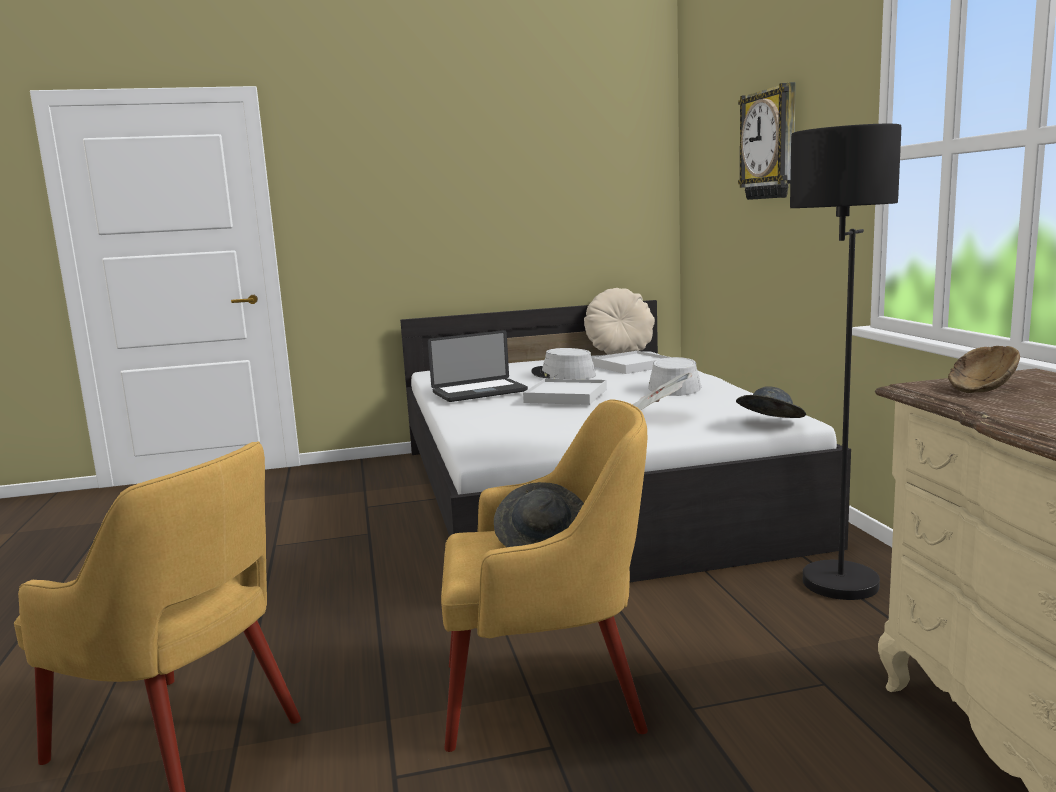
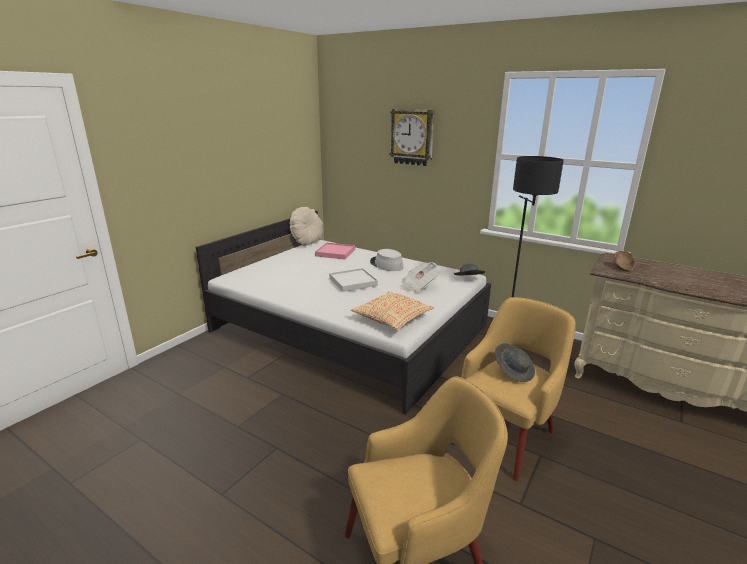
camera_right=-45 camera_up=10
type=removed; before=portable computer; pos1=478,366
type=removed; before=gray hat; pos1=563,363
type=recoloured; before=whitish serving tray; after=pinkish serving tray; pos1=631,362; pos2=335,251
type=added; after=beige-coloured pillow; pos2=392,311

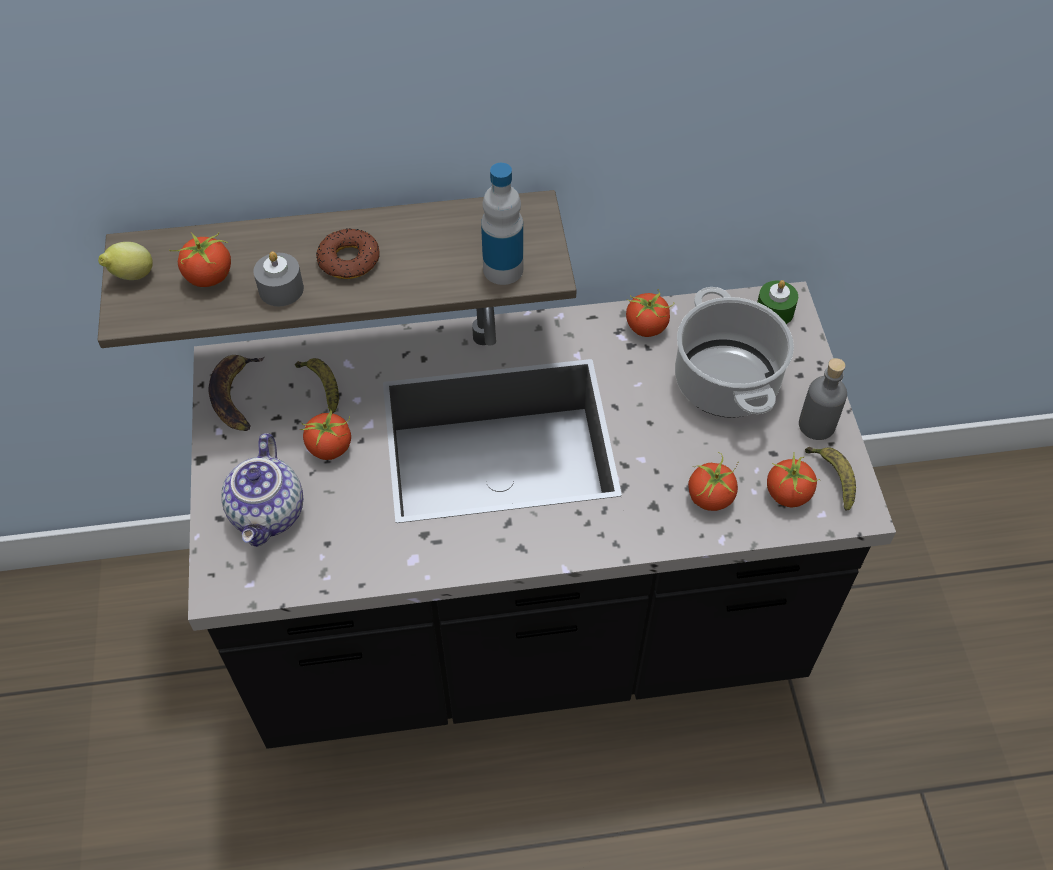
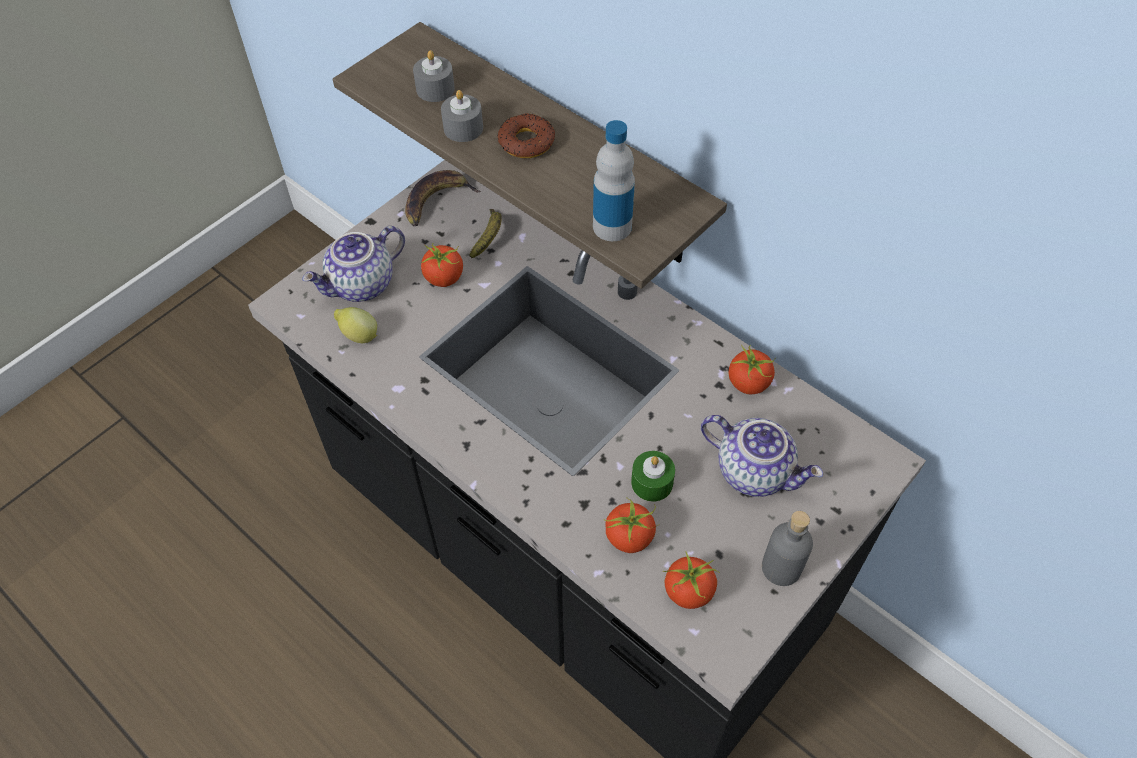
camera_right=50 camera_up=0
type=moved; before=whole lemon; pos1=125,261; pos2=355,325
type=replaced; before=fresh tomato; after=gray wax light; pos1=200,259; pos2=434,76
type=replaced; before=saucepot; after=teapot; pos1=734,352; pos2=762,456
type=moved; before=green wax light; pos1=777,302; pos2=653,476
type=removed; before=banana; pos1=830,479

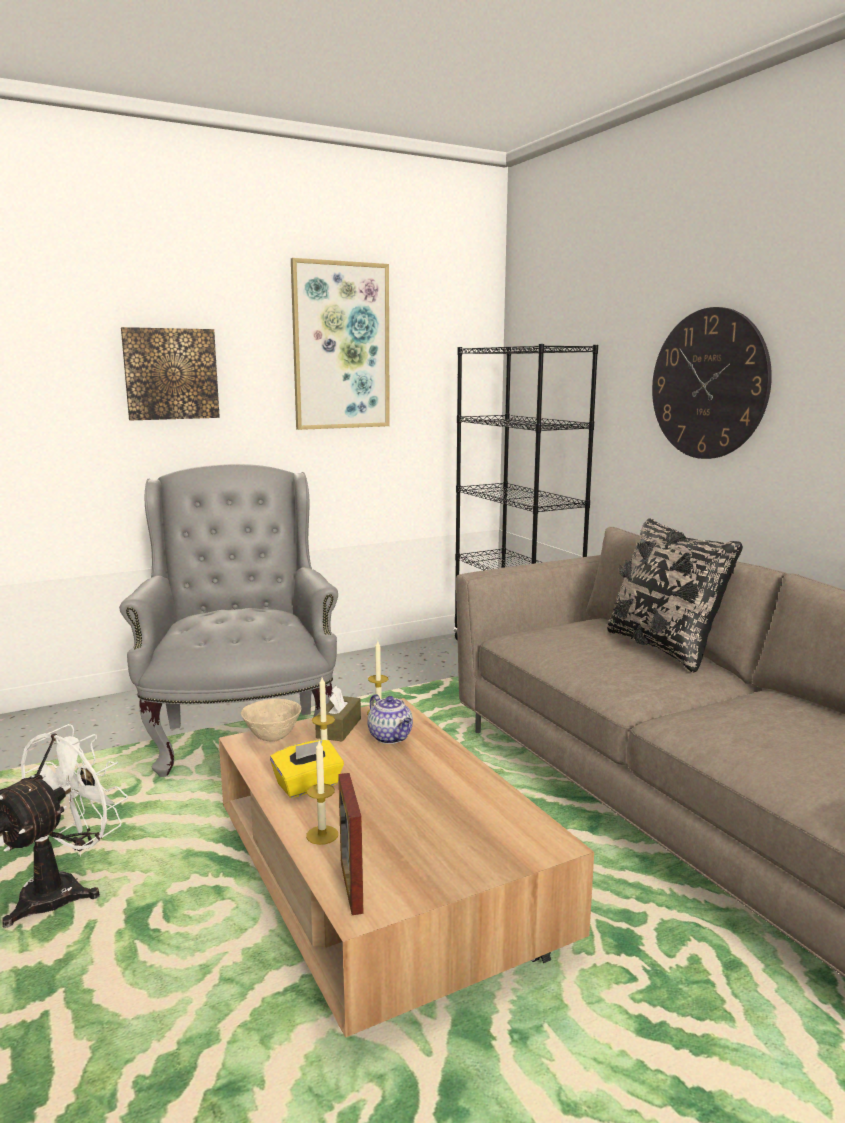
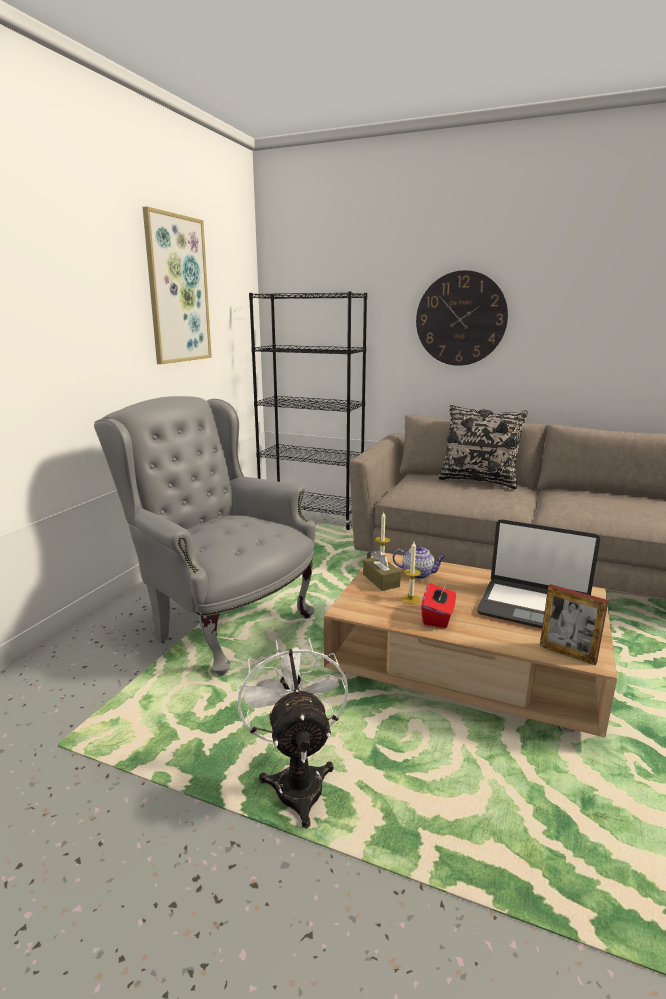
camera_right=-40 camera_up=5
type=removed; before=wall art; pos1=170,373
type=removed; before=beige-coloured bowl; pos1=271,720
type=recoloured; before=yellow box of tissues; after=red-coloured box of tissues; pos1=307,769; pos2=438,605
type=removed; before=wax light; pos1=322,793
type=added; after=portable computer; pos2=538,573

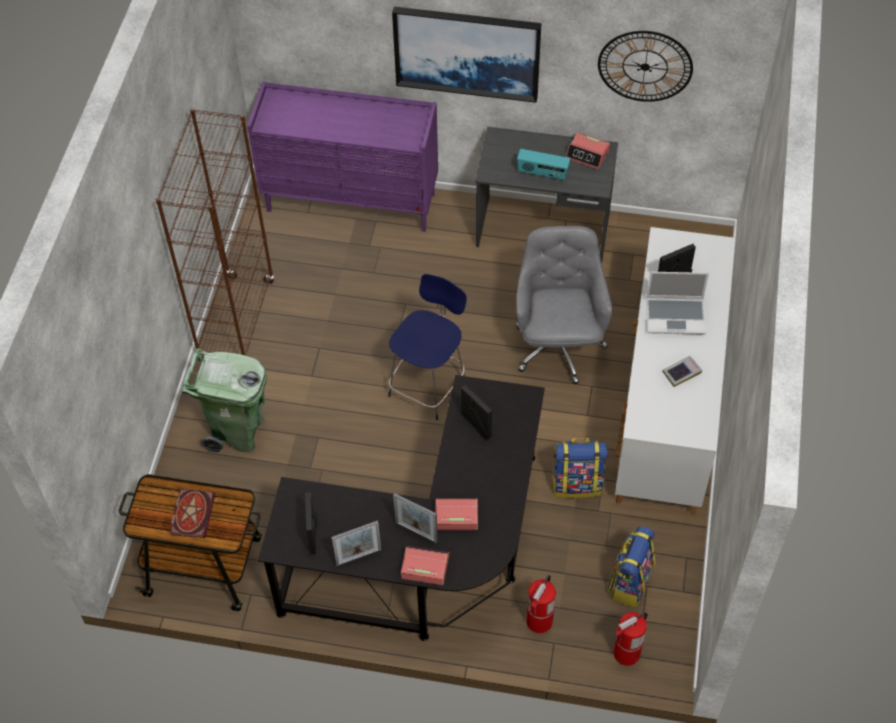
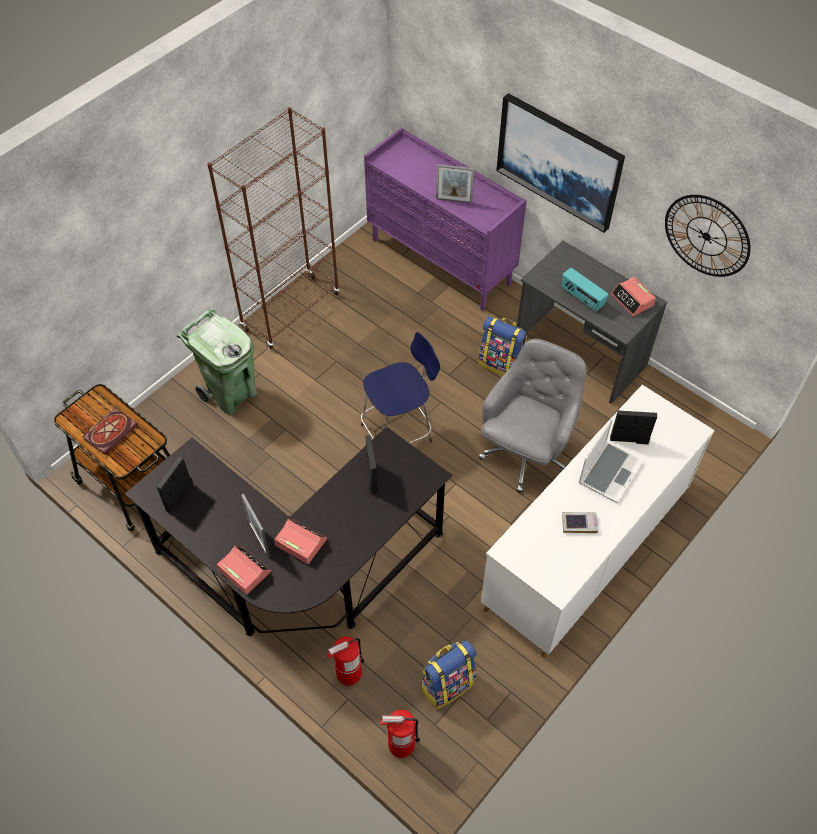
camera_right=30 camera_up=0
type=moved; before=photo frame; pos1=356,543; pos2=455,183
type=moved; before=knapsack; pos1=579,468; pos2=503,346
type=turned; before=portable computer; pos1=677,303; pos2=611,461; turn=-90

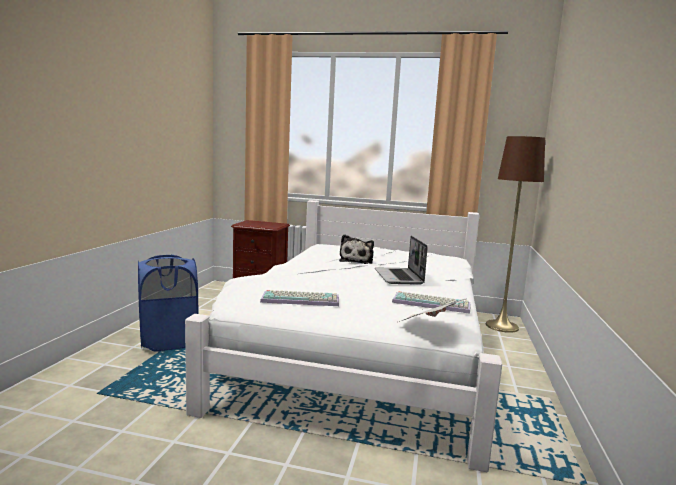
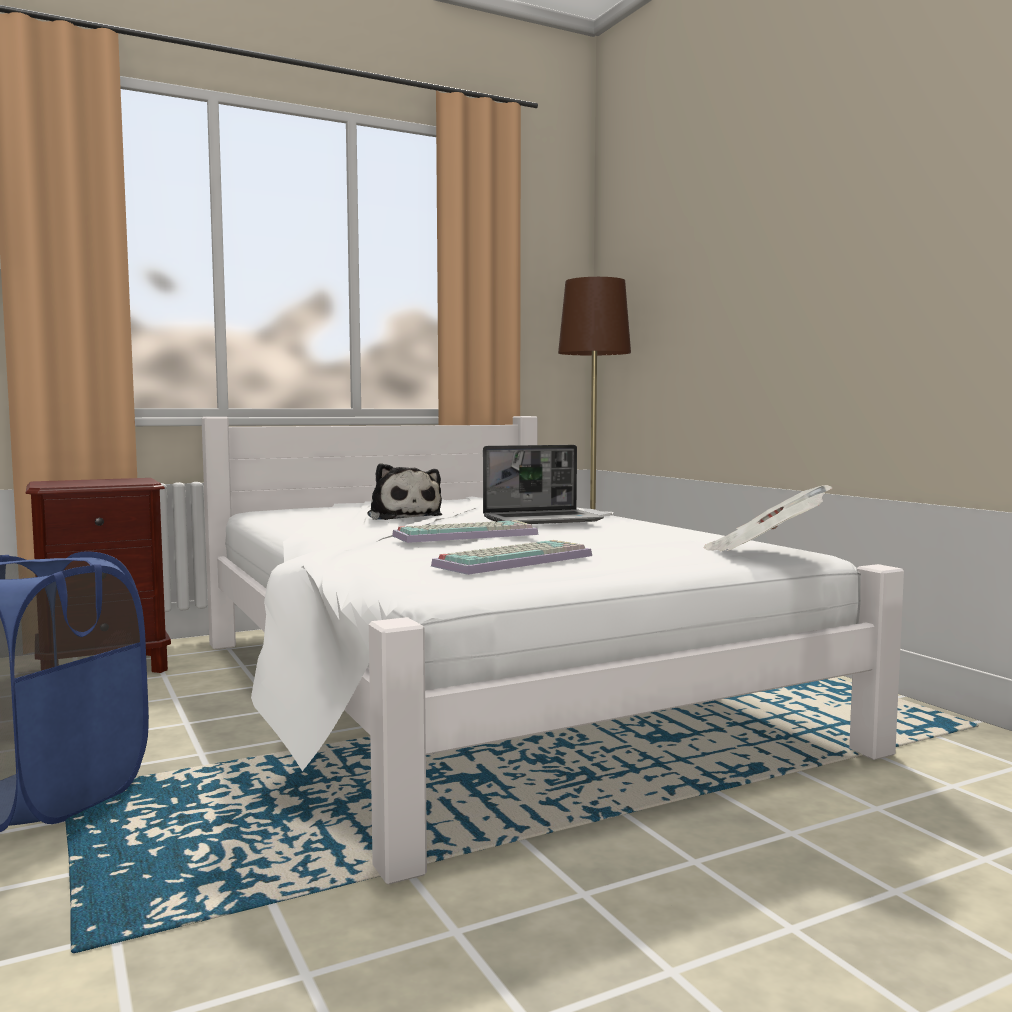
camera_right=-40 camera_up=-5
type=turned; before=portable computer; pos1=401,260; pos2=543,484; turn=-60
type=moved; before=PC keyboard; pos1=431,302; pos2=465,531

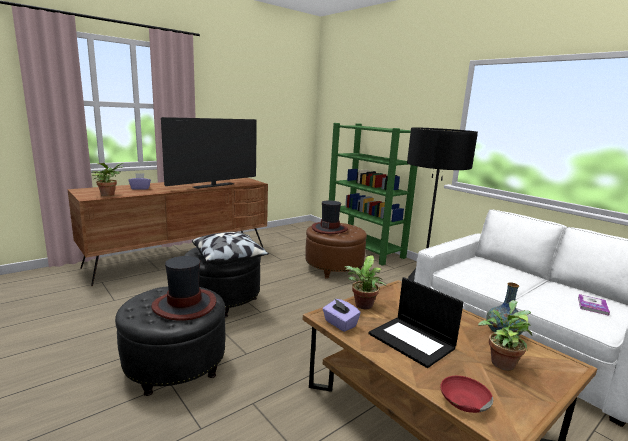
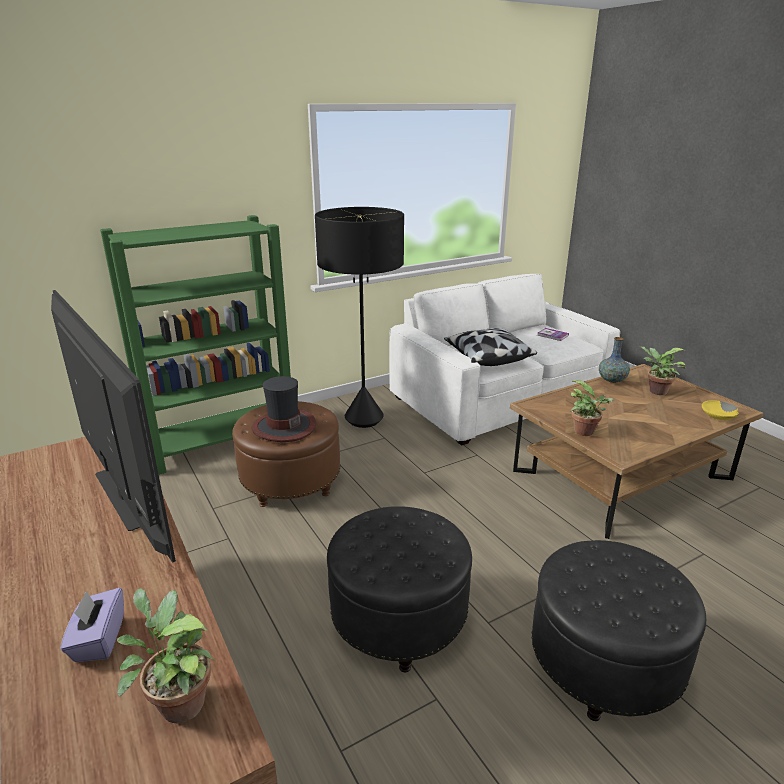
camera_right=-80 camera_up=10
type=removed; before=hat; pos1=183,288
type=moved; before=pillow; pos1=230,248; pos2=490,347
type=removed; before=purple-coloured box of tissues; pos1=342,315
type=removed; before=portable computer; pos1=416,322
type=recoloured; before=red-coloured bowl; after=yellow bowl; pos1=466,394; pos2=720,410

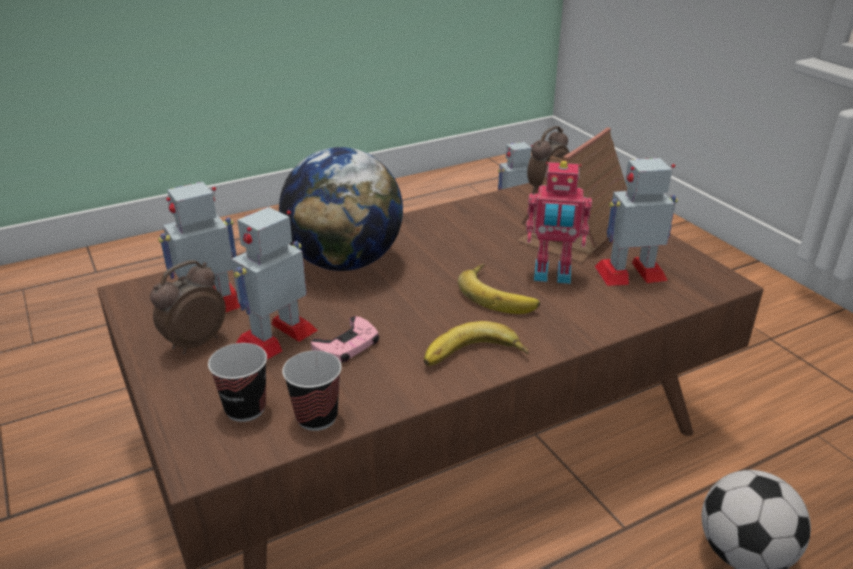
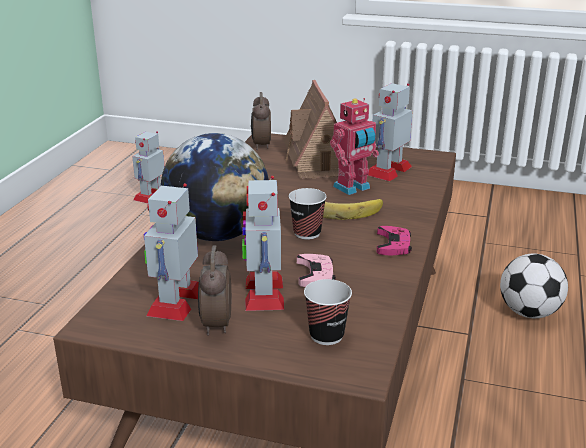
camera_right=-45 camera_up=-5
type=moved; before=small cup; pos1=312,391; pos2=308,214
type=replaced; before=banana; after=pinkish gamepad; pos1=476,343; pos2=394,240

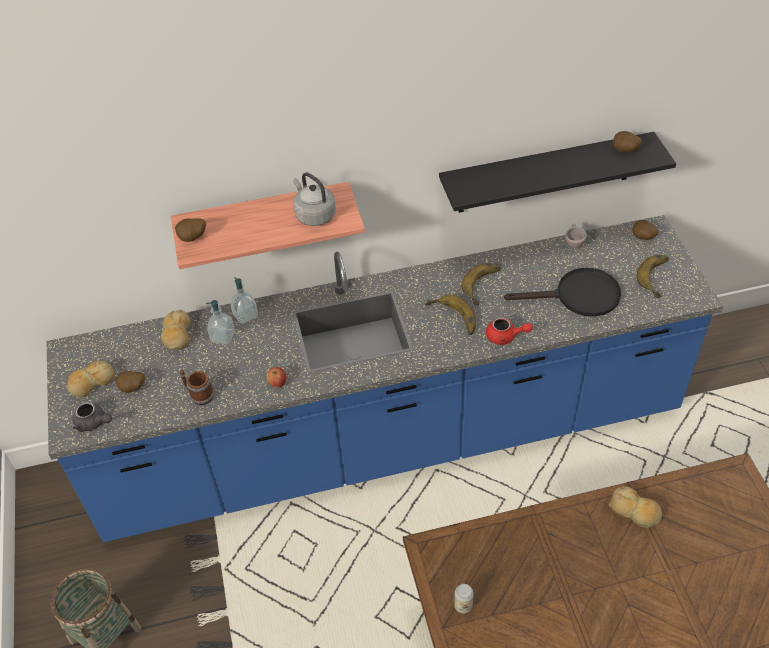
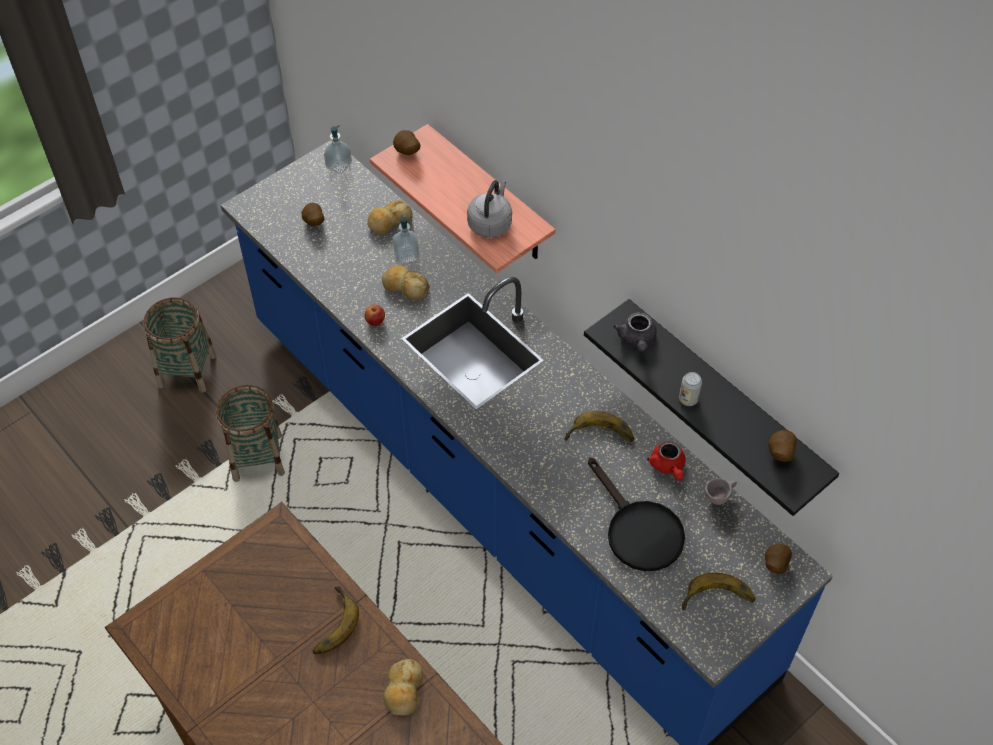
camera_right=60 camera_up=5
type=moved; before=baked bread; pos1=91,378; pos2=406,282
type=moved; before=gray teapot; pos1=92,416; pos2=635,332
type=removed; before=coffee mug; pos1=197,387
type=moved; before=soap dispenser; pos1=244,300; pos2=338,149
type=moved; before=banana; pos1=450,315; pos2=335,620
type=moved; before=can; pos1=464,598; pos2=690,389
type=moved; before=red-coloured teapot; pos1=509,330; pos2=666,461
type=added; after=household basket; pos2=250,433

